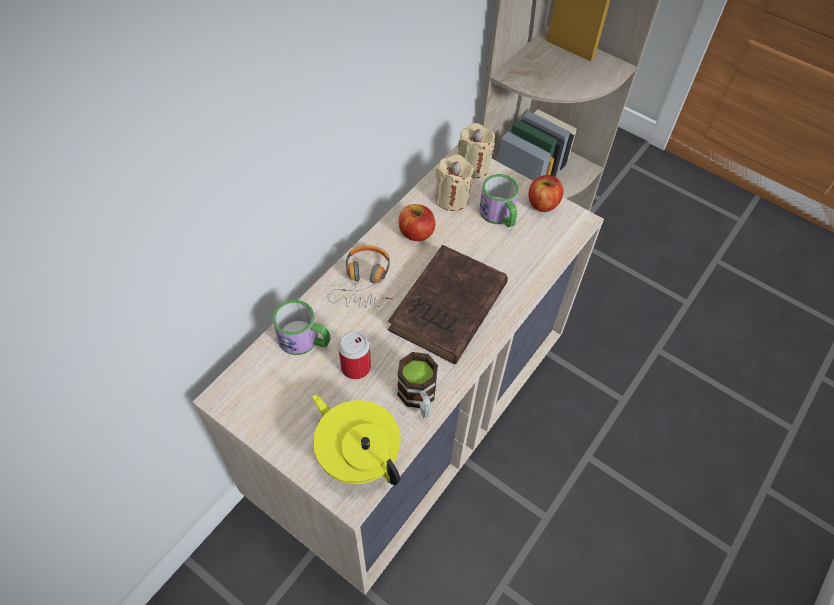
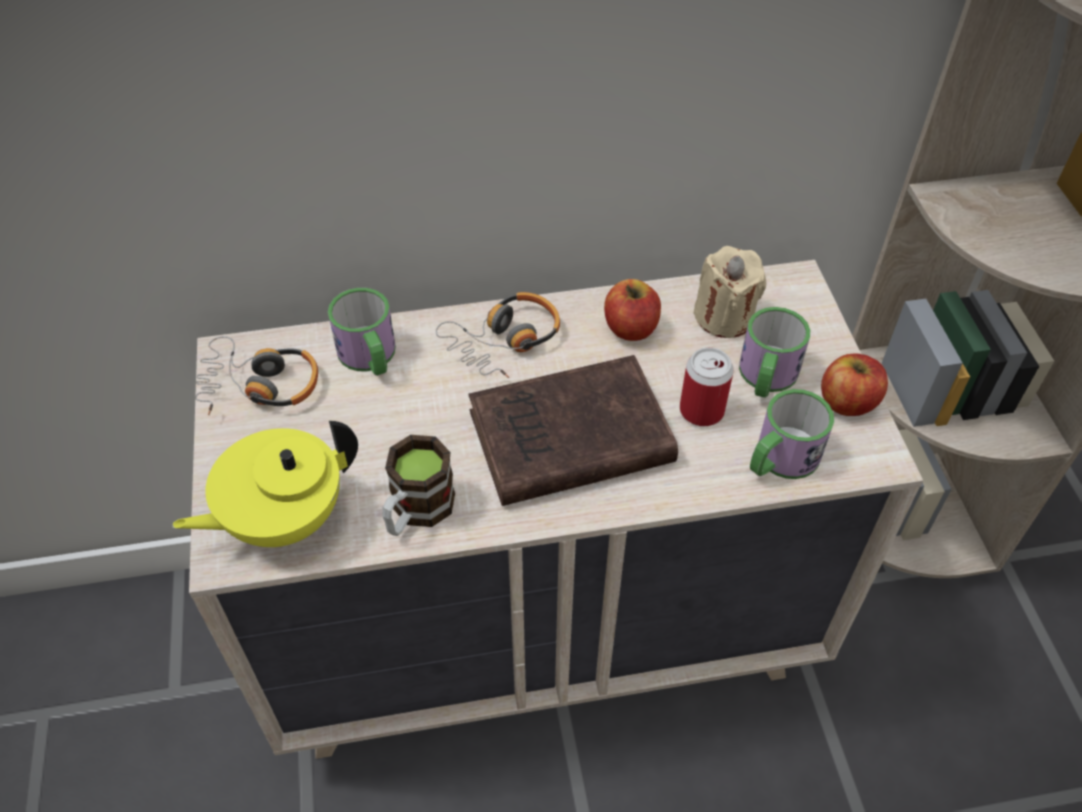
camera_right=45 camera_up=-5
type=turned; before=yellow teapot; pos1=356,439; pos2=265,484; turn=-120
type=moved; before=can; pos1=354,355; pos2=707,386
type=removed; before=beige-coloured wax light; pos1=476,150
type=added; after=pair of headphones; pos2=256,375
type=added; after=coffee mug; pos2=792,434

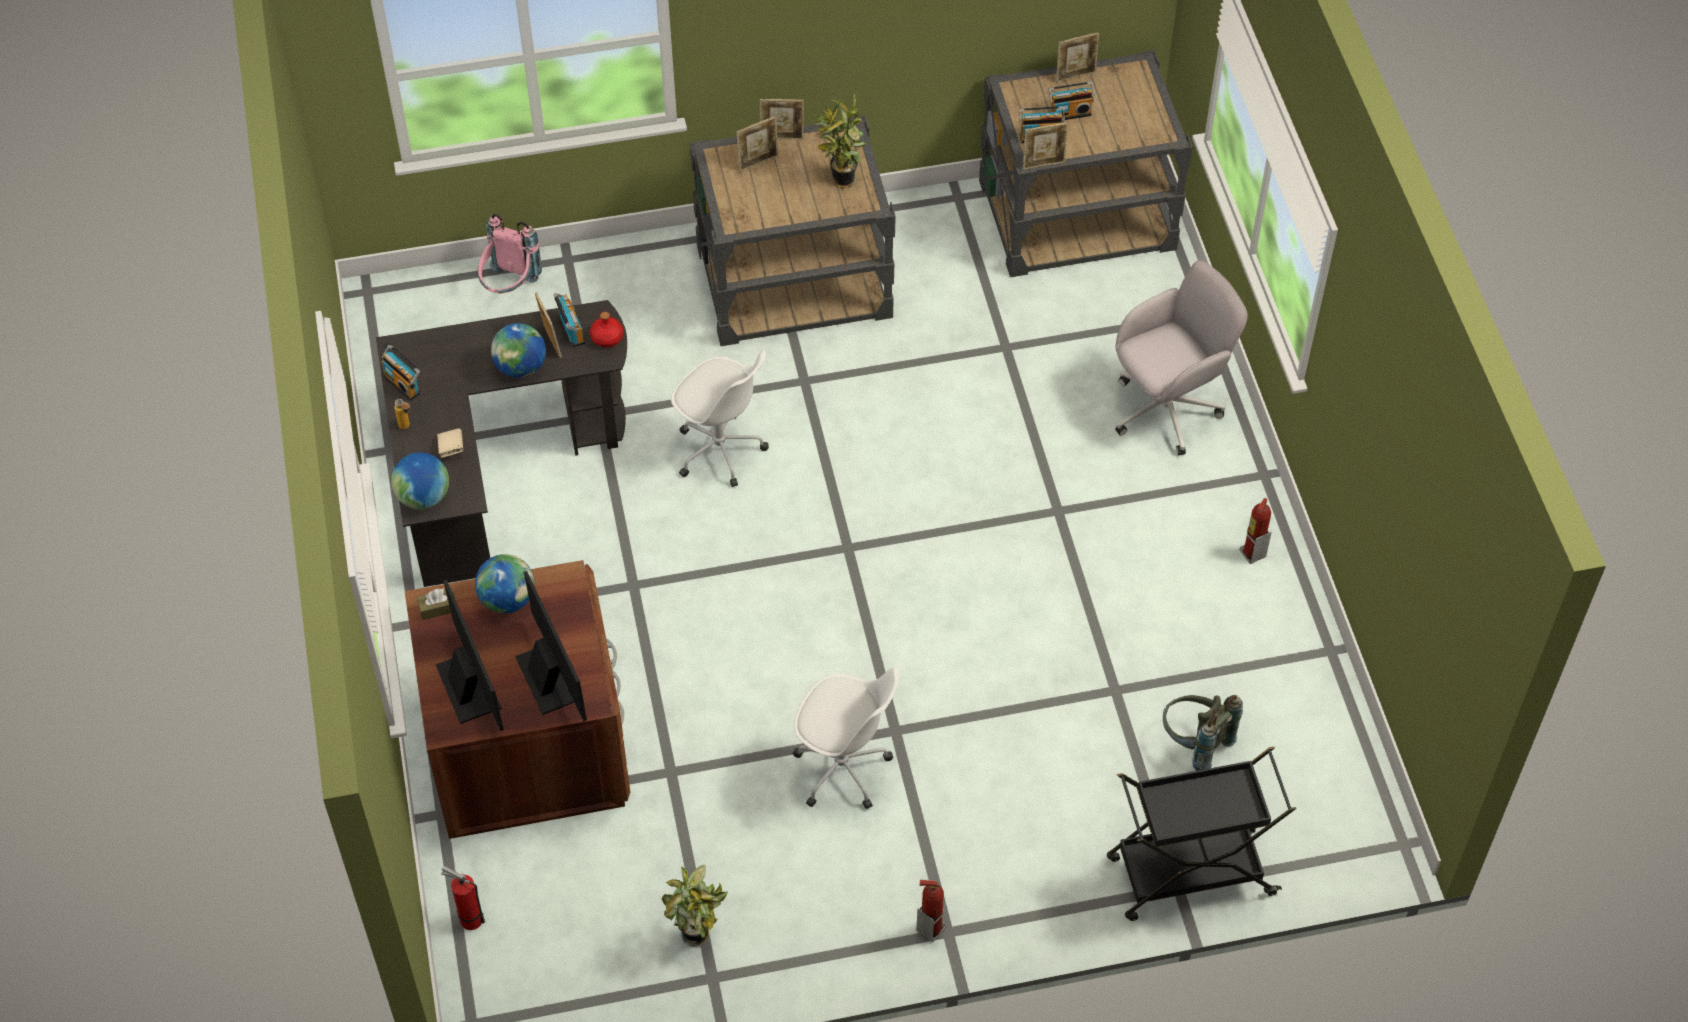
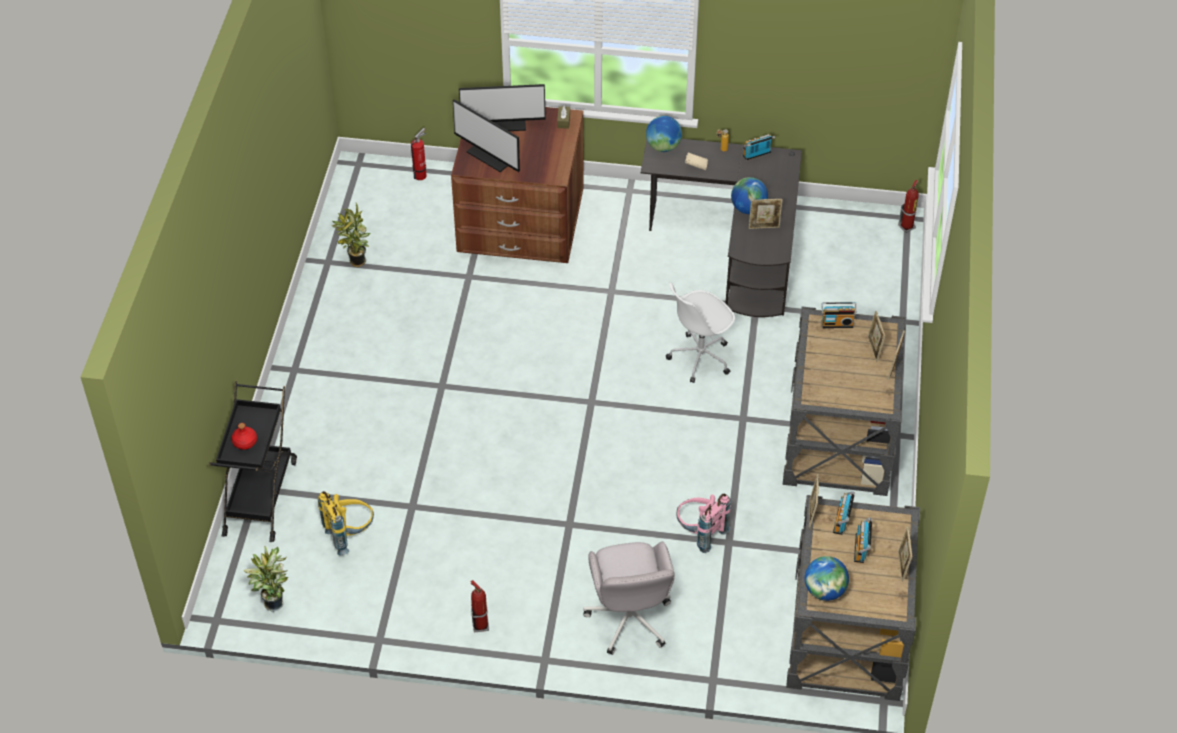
camera_right=110 camera_up=-5
type=moved; before=globe; pos1=505,583; pos2=827,578
type=moved; before=pinkish knapsack; pos1=510,254; pos2=704,523
type=turned; before=computer display; pos1=551,646; pos2=486,135; turn=45
type=moved; before=radio; pos1=569,320; pos2=839,315
type=moved; before=red-coloured beverage bottle; pos1=607,330; pos2=244,436
type=removed; before=whitish desk chair; pos1=846,738
type=moved; before=potted plant; pos1=840,141; pos2=265,579
type=moved; before=fire-fighting cylinder; pos1=931,911; pos2=908,206
type=recoloured; before=gray knapsack; after=yellow knapsack; pos1=1203,733; pos2=346,523

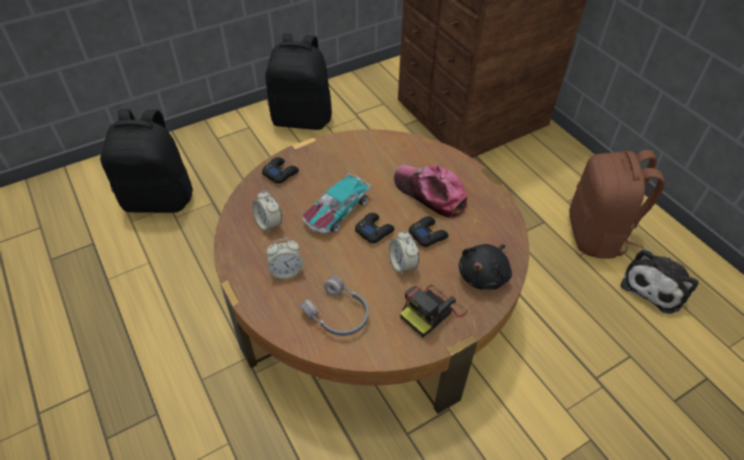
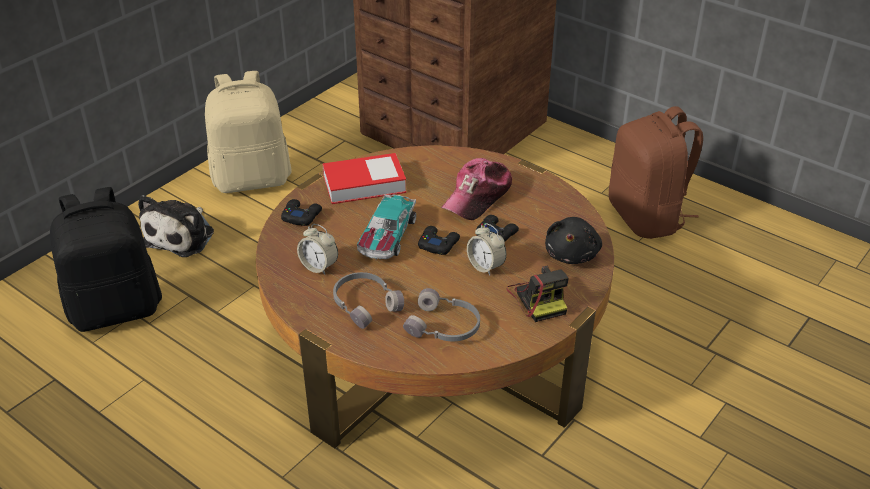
camera_right=-20 camera_up=-10
type=recoloured; before=blackish knapsack; after=beige-coloured knapsack; pos1=298,81; pos2=248,132
type=replaced; before=table clock; after=gray pair of headphones; pos1=285,258; pos2=368,300
type=turned; before=peaked cap; pos1=430,192; pos2=476,189; turn=-75
type=turned; before=still camera; pos1=433,311; pos2=537,294; turn=-45
type=moved; before=cuddly toy; pos1=660,281; pos2=176,226
type=added; after=bound book; pos2=365,178

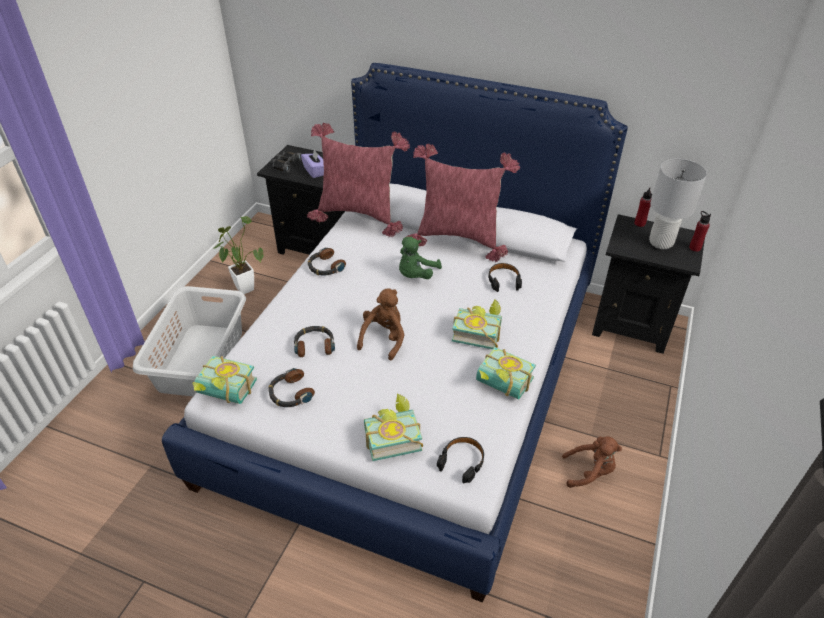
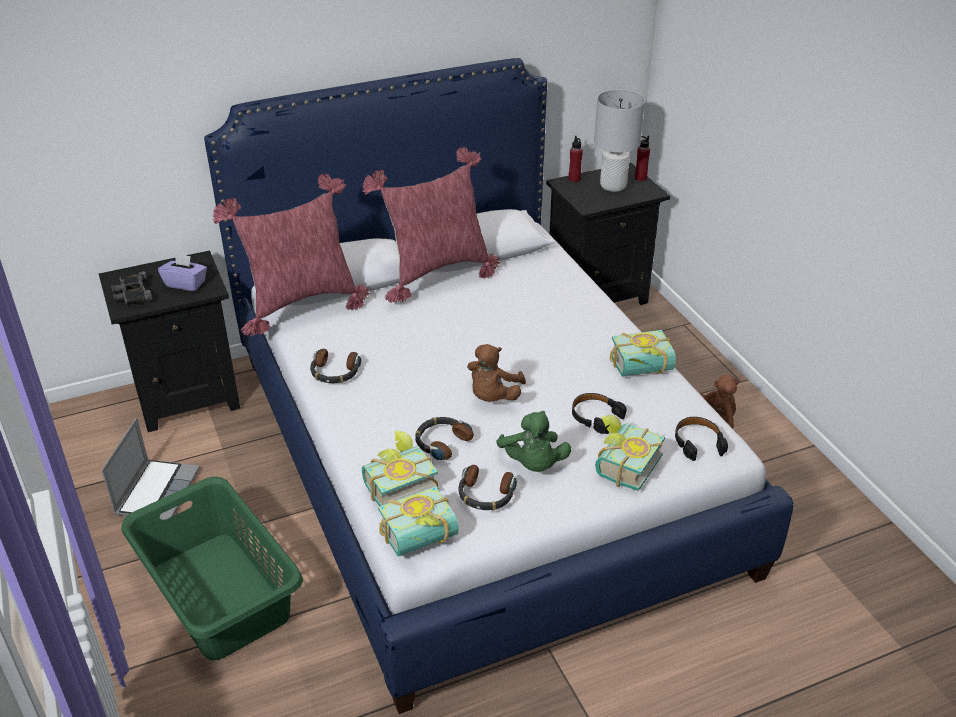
camera_right=-45 camera_up=-5
type=recoloured; before=gray laundry basket; after=green laundry basket; pos1=189,341; pos2=212,568
type=replaced; before=potted plant; after=portable computer; pos1=238,255; pos2=150,469
type=turned; before=brown-coloured cuddly toy; pos1=380,324; pos2=496,373; turn=-135
type=moved; before=green cuddly toy; pos1=420,258; pos2=533,441
type=moved; before=bound book; pos1=477,324; pos2=400,468
type=moved; before=blackish pair of headphones; pos1=505,277; pos2=599,413

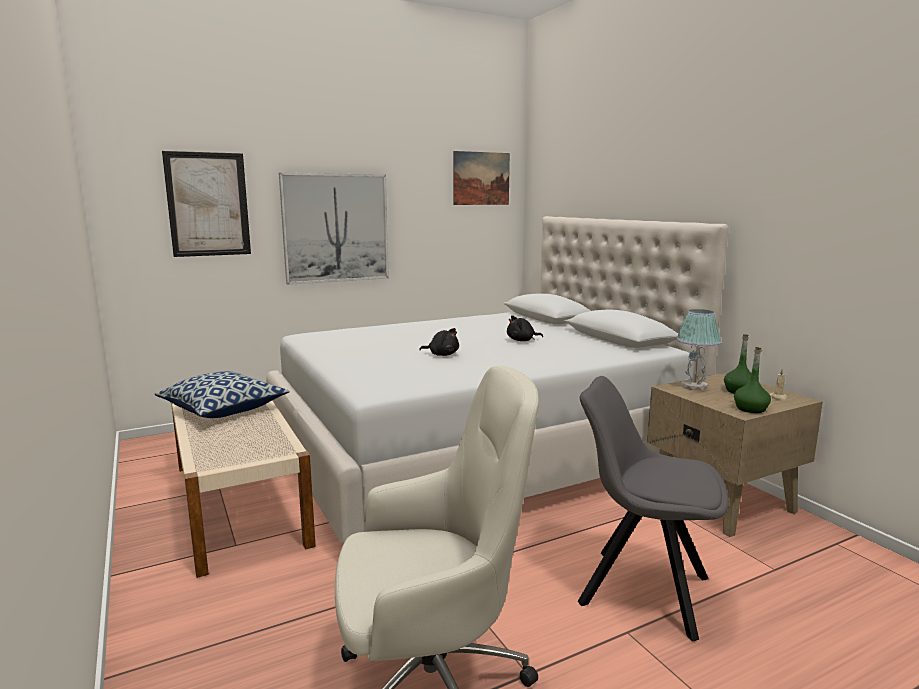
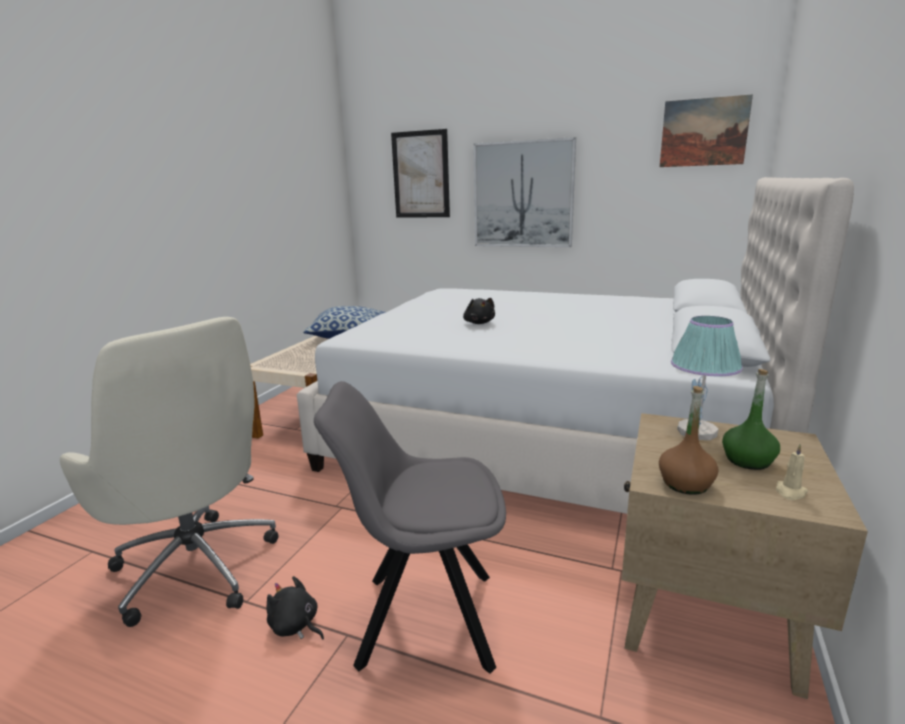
camera_right=50 camera_up=5
type=moved; before=blackish cuddly toy; pos1=525,328; pos2=295,608
type=turned; before=gray upright chair; pos1=653,508; pos2=410,527; turn=-75
type=recoloured; before=green beverage bottle; after=brown-coloured beverage bottle; pos1=752,380; pos2=689,440

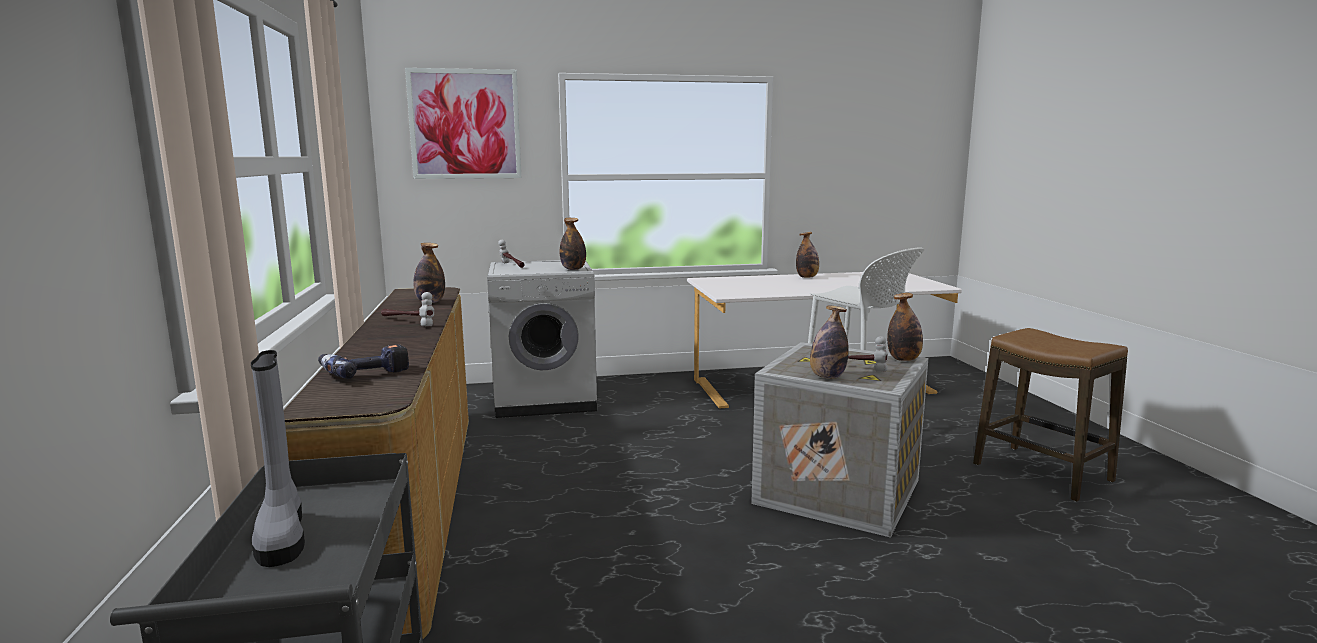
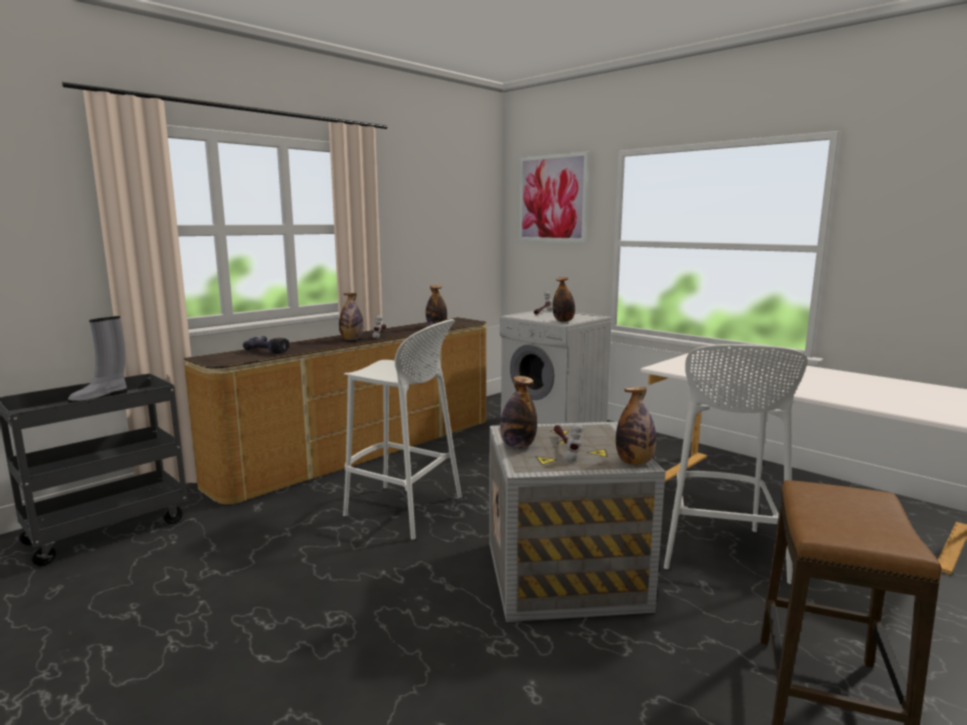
camera_right=55 camera_up=0
type=moved; before=beverage bottle; pos1=807,255; pos2=351,316
type=added; after=whitish stool seat; pos2=402,429

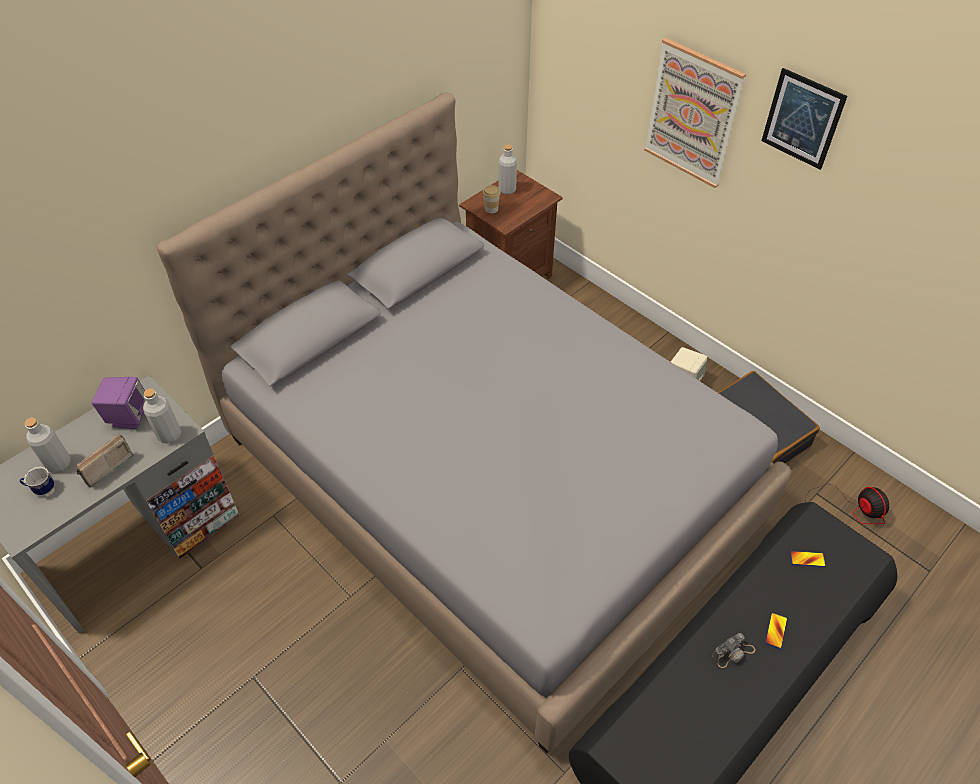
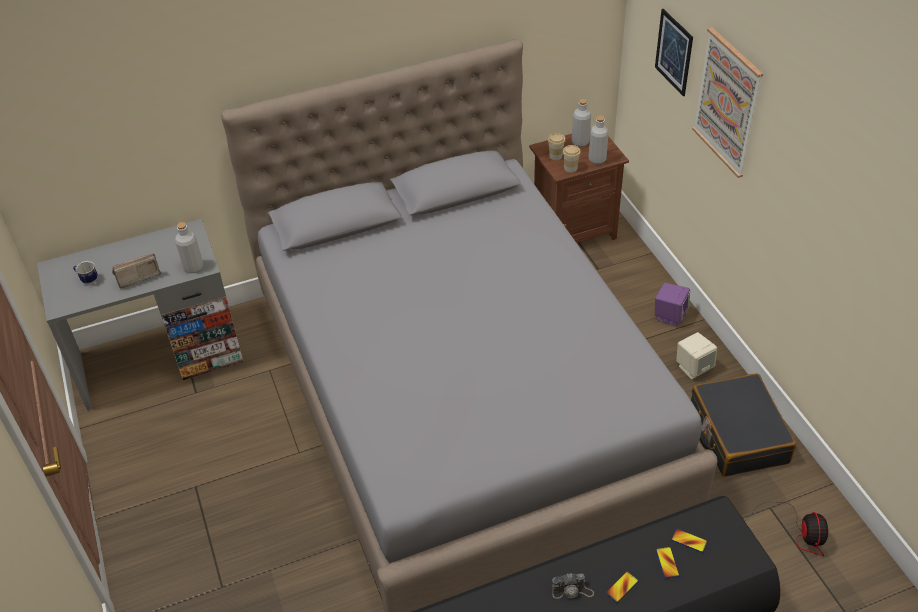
camera_right=25 camera_up=-5
type=moved; before=gray beverage bottle; pos1=48,445; pos2=599,140
type=moved; before=purple-coloured loudspeaker; pos1=118,403; pos2=672,305
type=moved; before=wall art; pos1=804,119; pos2=674,52
type=added; after=small cup; pos2=572,158
type=added; after=handset; pos2=668,563

